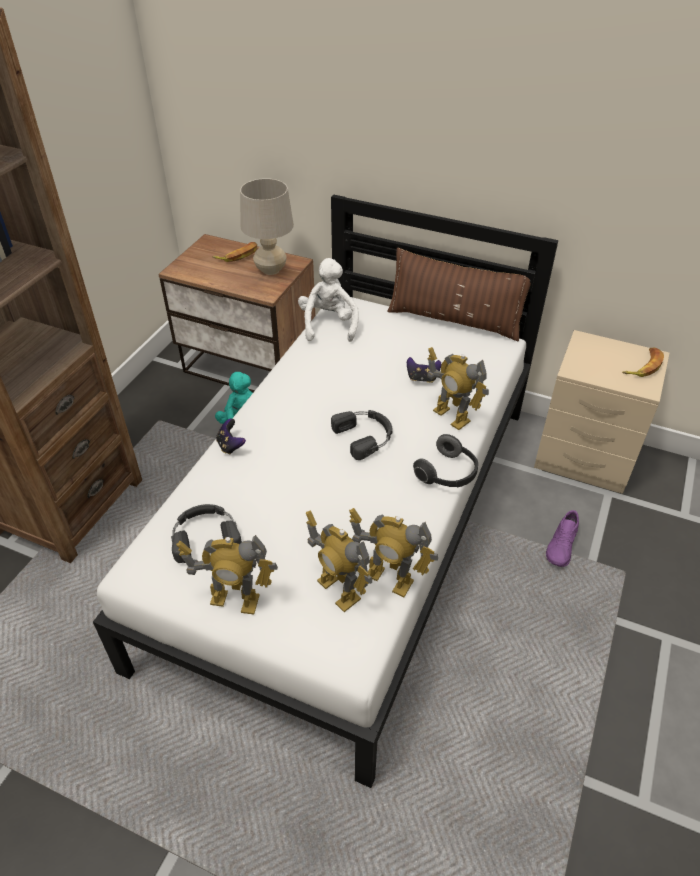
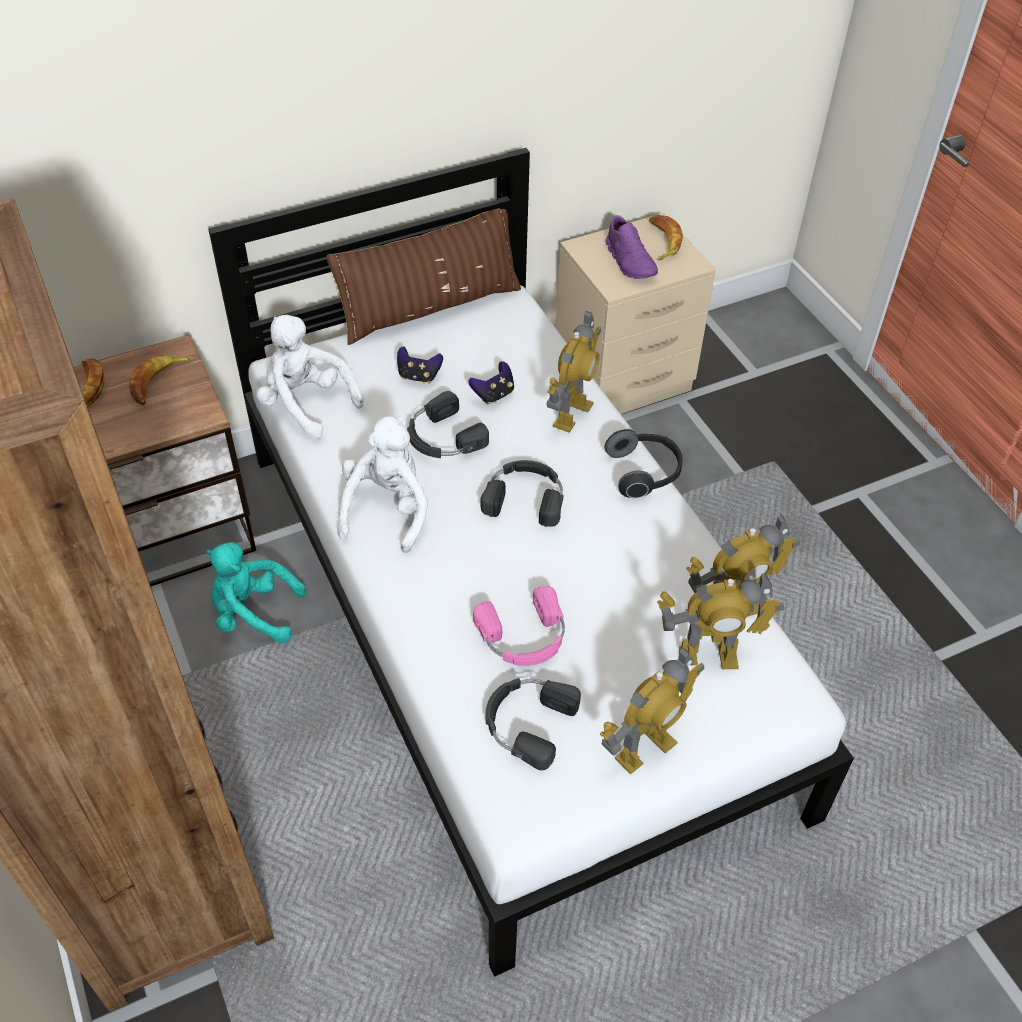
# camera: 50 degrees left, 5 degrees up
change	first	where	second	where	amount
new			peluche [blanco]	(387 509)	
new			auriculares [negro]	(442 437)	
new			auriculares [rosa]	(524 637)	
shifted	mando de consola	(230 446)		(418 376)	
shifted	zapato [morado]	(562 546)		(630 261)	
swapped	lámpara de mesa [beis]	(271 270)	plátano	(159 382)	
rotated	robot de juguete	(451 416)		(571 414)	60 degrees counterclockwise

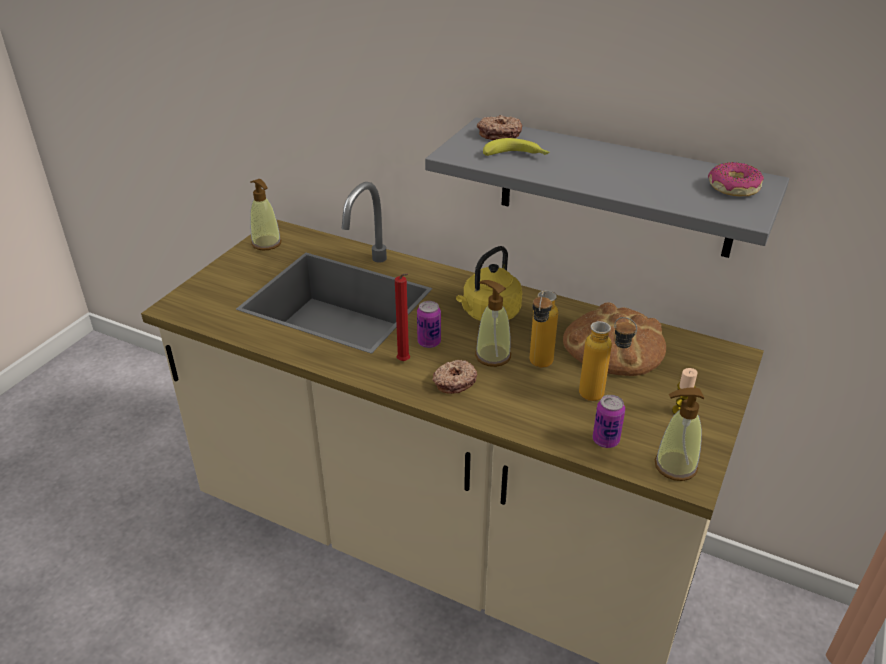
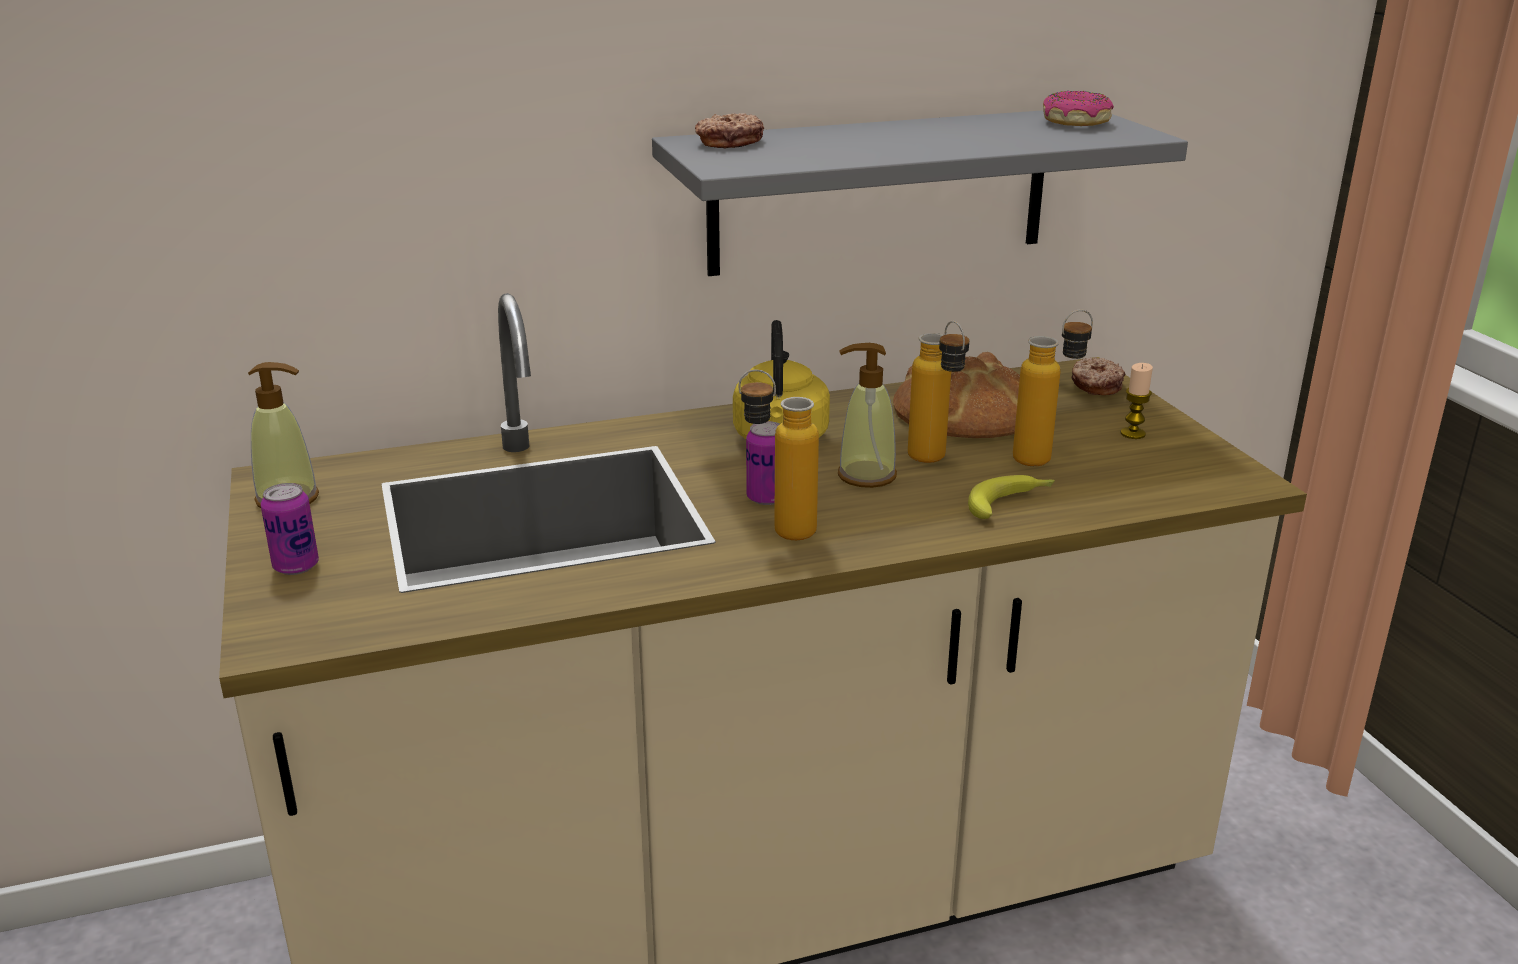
# camera: 45 degrees left, 10 degrees down
change	first	where	second	where	amount
gone	dispensador de jabón	(675 466)			
shifted	rosquilla	(454 381)		(1095 385)	
shifted	plátano	(516 156)		(1011 504)	
shifted	lata	(605 440)		(296 566)	
swapped	vela [rojo]	(404 362)	botella	(777 530)	

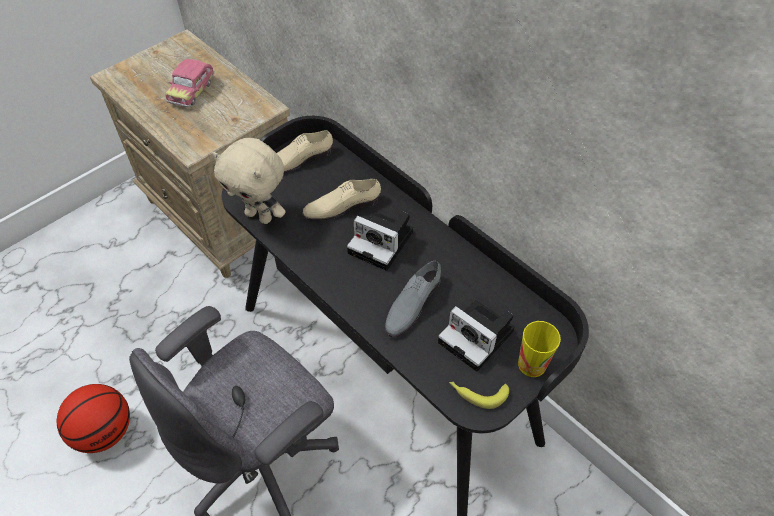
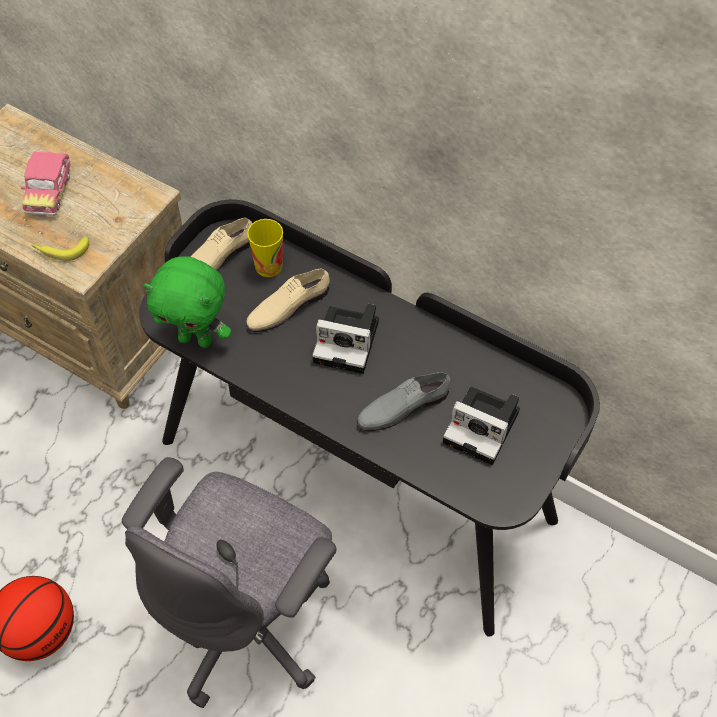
# camera: 15 degrees left, 5 degrees up
change	first	where	second	where	amount
shifted	plátano	(477 393)		(61 250)	
shifted	taza	(532 364)		(268 266)	
repainted	peluche [beis]	(260 216)	peluche [verde]	(196 339)	
rotated	zapato [gris]	(412 304)		(402 406)	45 degrees clockwise

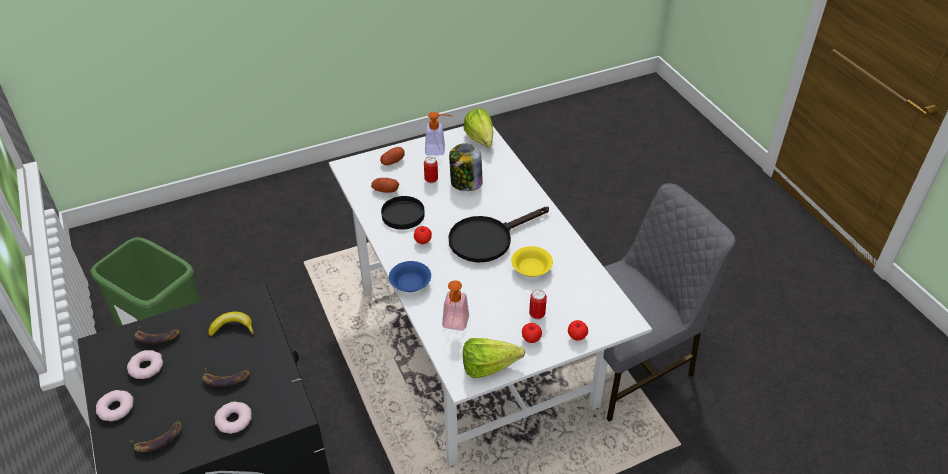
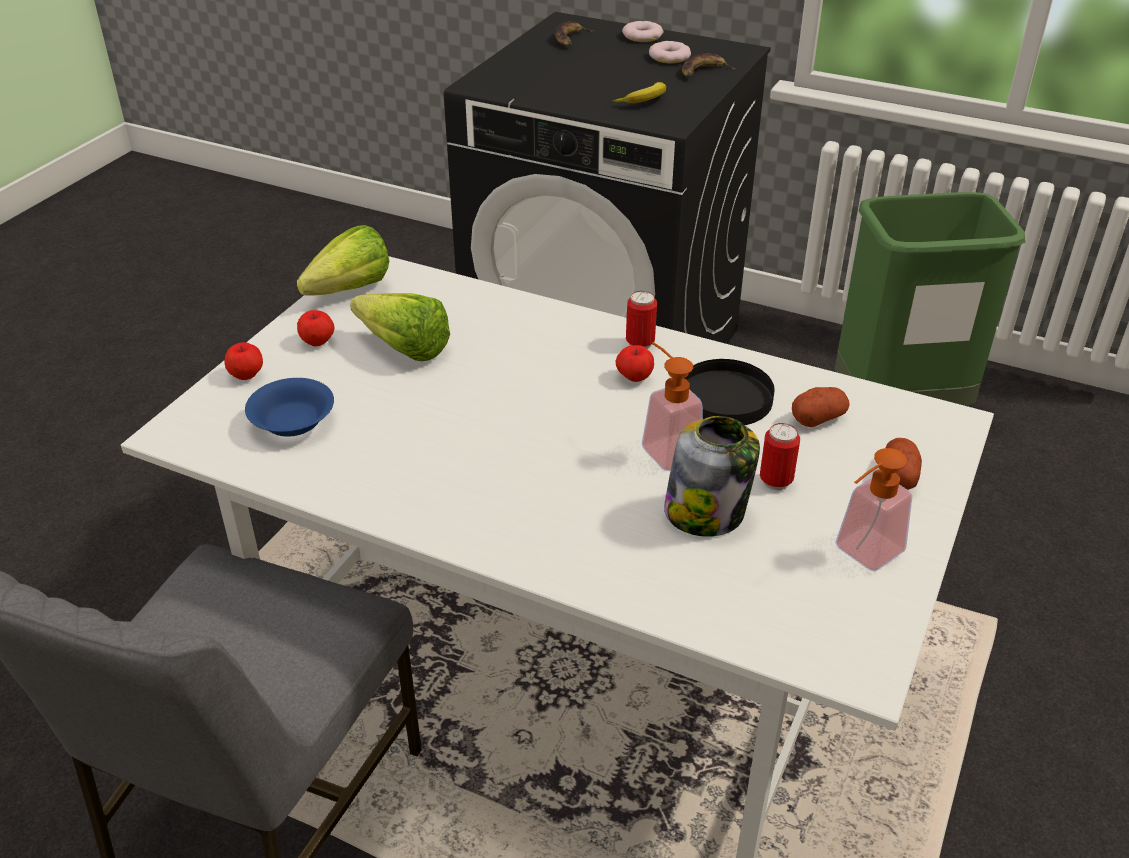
# camera: 140 degrees right, 5 degrees down
change	first	where	second	where	amount
gone	plátano	(226 378)			
gone	rosquilla	(233 420)			
gone	sartén [negro]	(487 239)			
gone	cuenco [amarillo]	(532 268)			
shifted	cuenco [azul]	(410 284)		(294 422)	
shifted	dispensador de jabón	(454 325)		(666 447)	
shifted	lechuga	(481 142)		(399 345)	
shifted	lata	(537 315)		(640 343)	

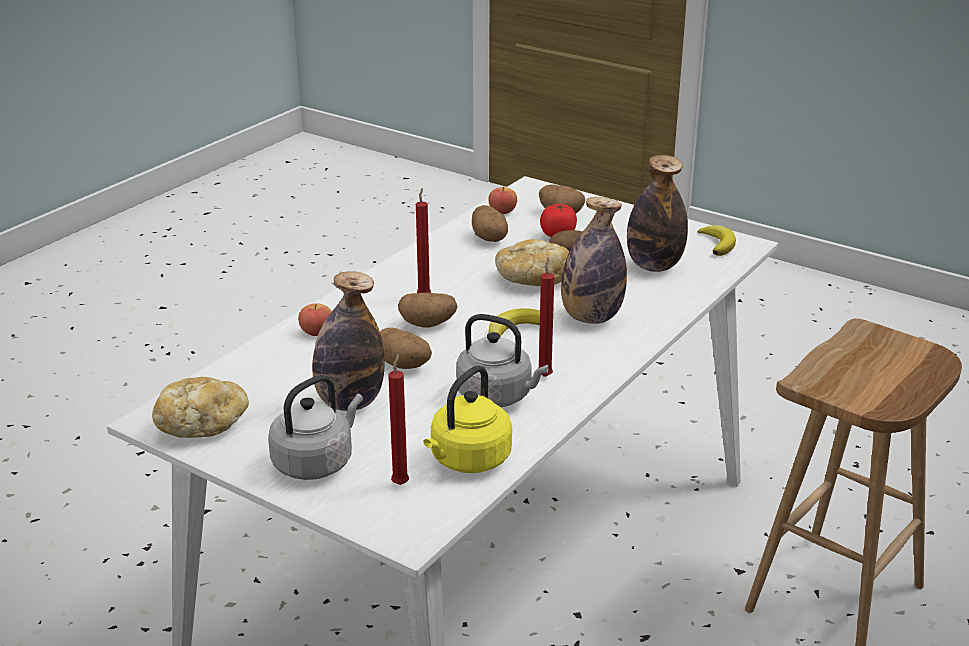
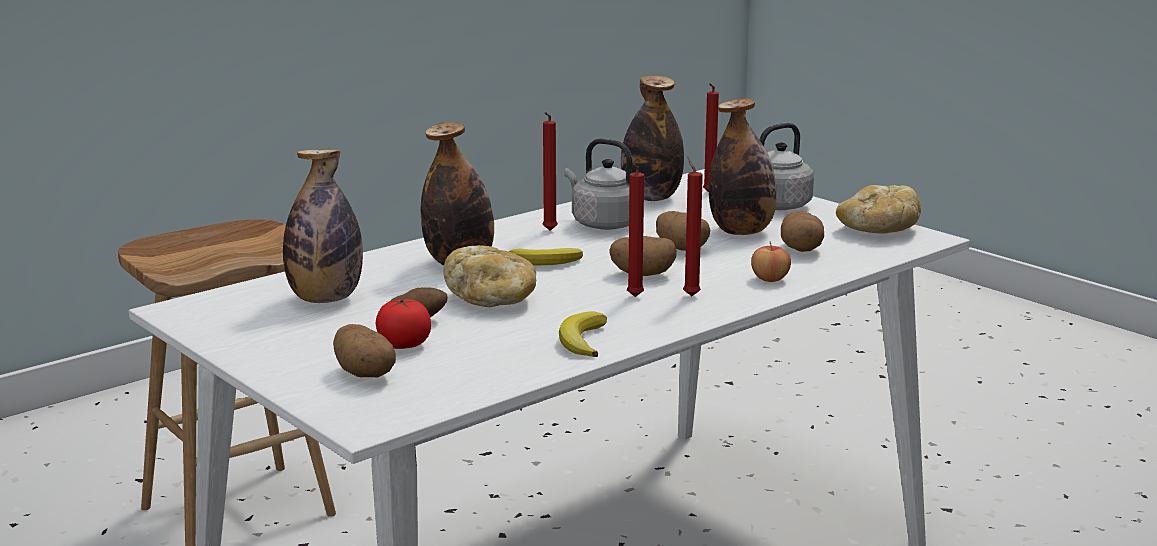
# camera: 165 degrees left, 10 degrees down
change	first	where	second	where	amount
gone	manzana	(502 211)			
new			vela [rojo]	(690 295)	
shifted	patata	(490 239)		(800 249)	
shifted	plátano	(718 244)		(582 340)	
swapped	hervidor [amarillo]	(468 460)	botella	(651 197)	

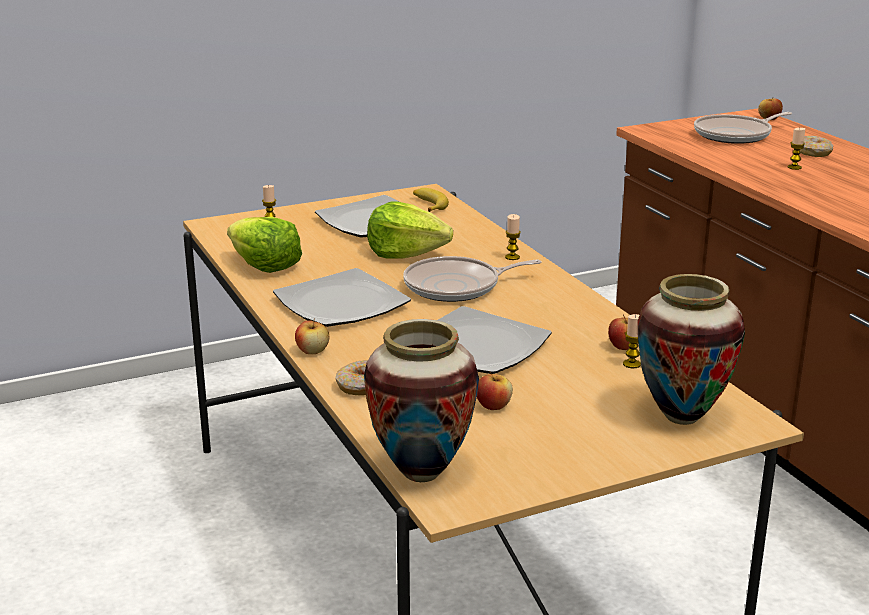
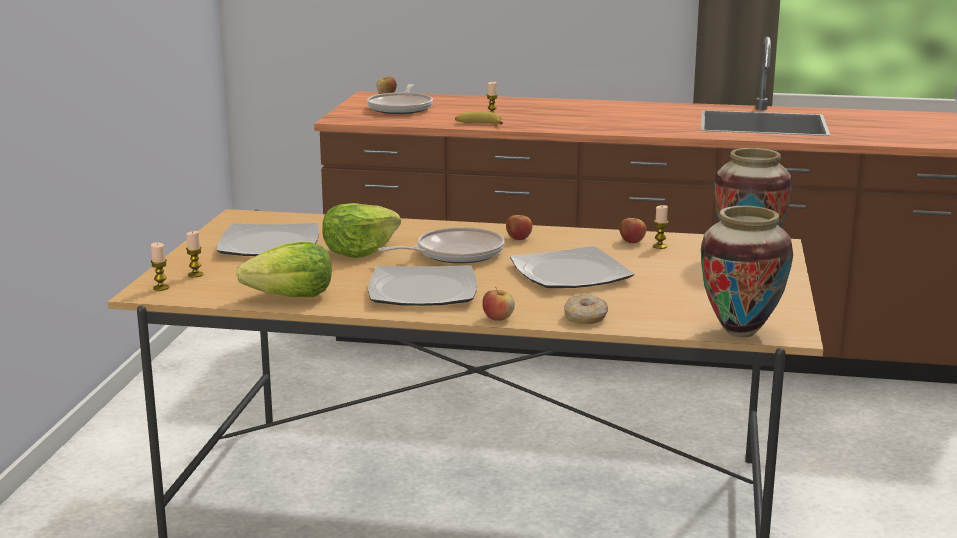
# camera: 55 degrees left, 5 degrees down
change	first	where	second	where	amount
gone	rosquilla	(814 153)			
shifted	plátano	(428 205)		(479 124)	
shifted	manzana	(493 406)		(518 238)	
shifted	vela	(512 257)		(161 288)	
rotated	sartén	(457 286)		(455 253)	135 degrees counterclockwise

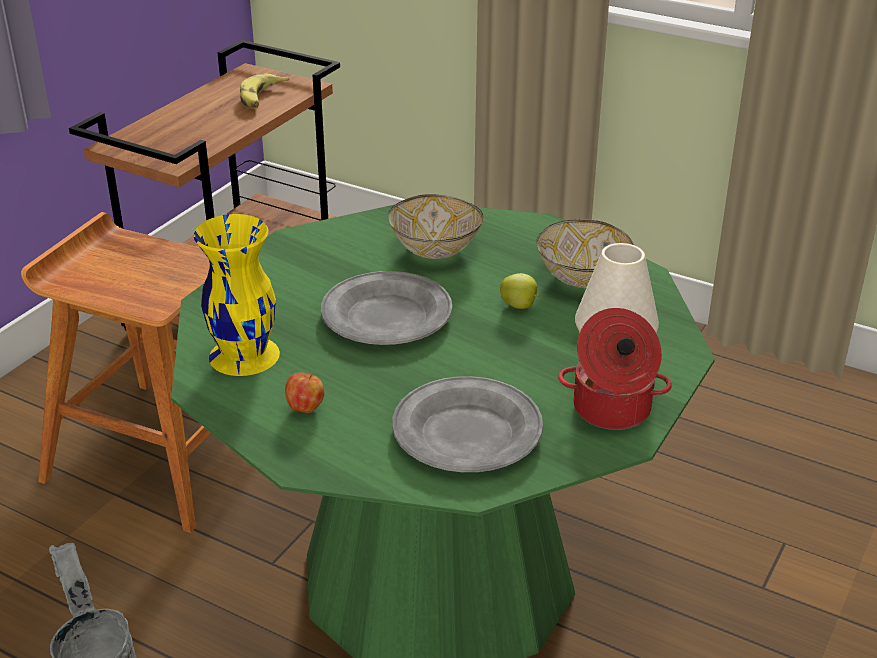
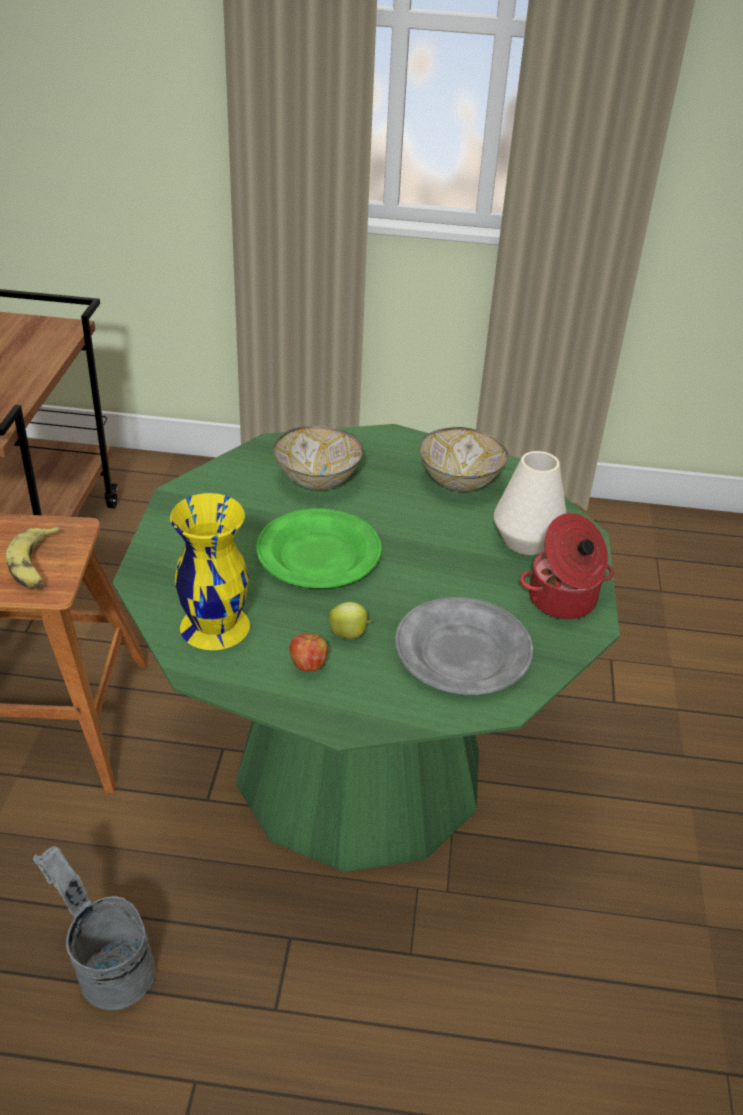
# camera: 25 degrees left, 5 degrees up
change	first	where	second	where	amount
shifted	plátano	(262 98)		(35 565)	
shifted	manzana	(520 306)		(349 634)	
repainted	plato [gris]	(387 315)	plato [verde]	(319 554)	

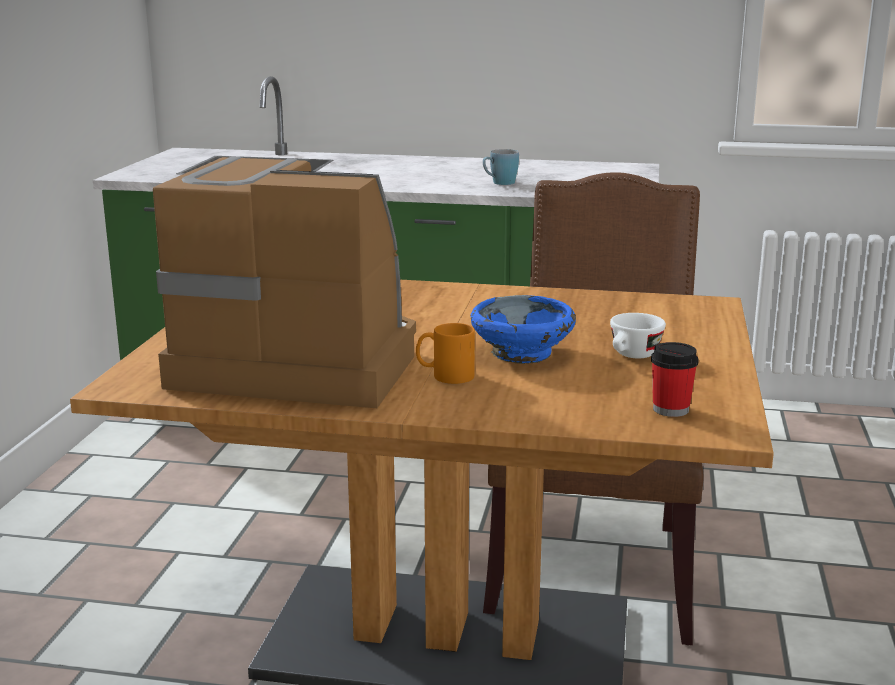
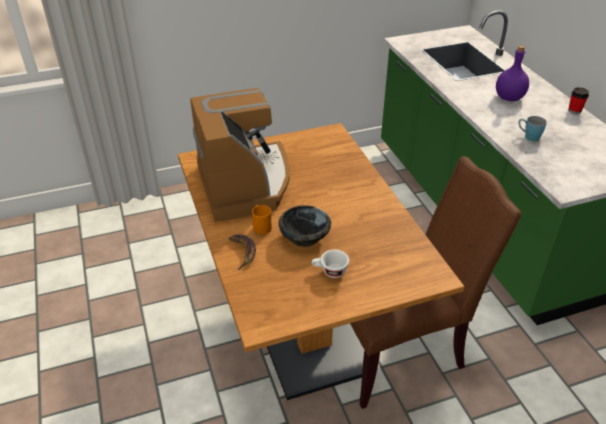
# camera: 60 degrees right, 20 degrees up
change	first	where	second	where	amount
new			plátano	(243 252)	
new			botella [morado]	(508 98)	
shifted	taza	(670 409)		(574 111)	
repainted	cuenco [azul]	(521 354)	cuenco [negro]	(304 237)	

